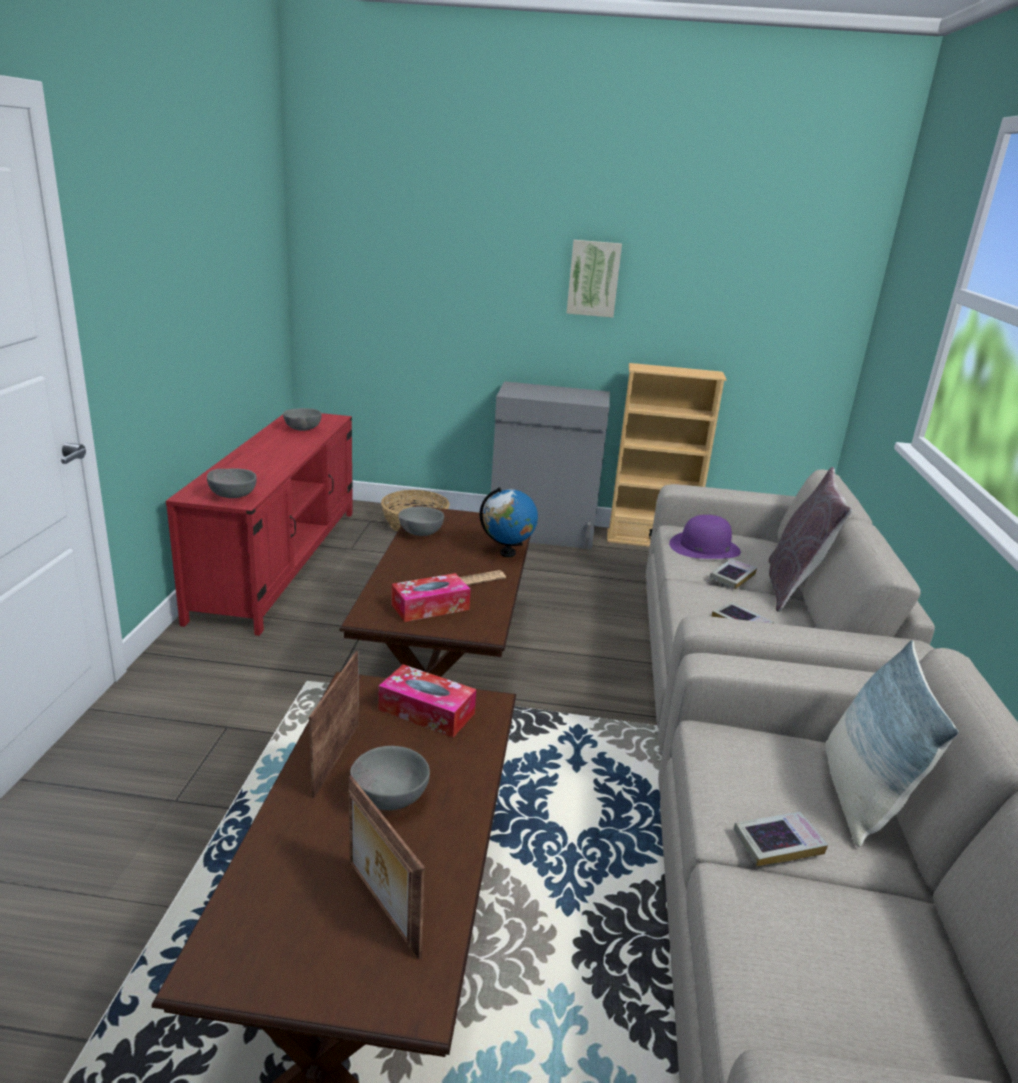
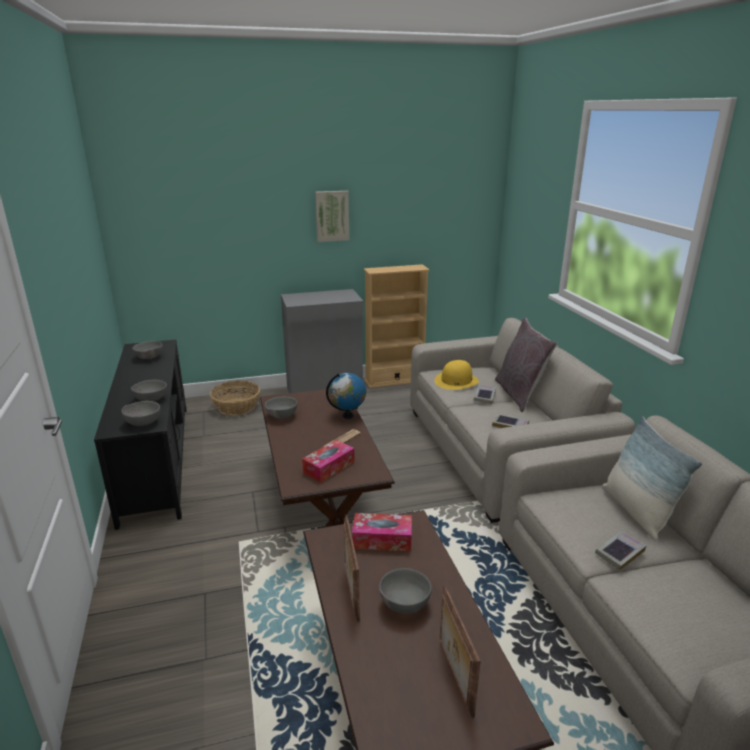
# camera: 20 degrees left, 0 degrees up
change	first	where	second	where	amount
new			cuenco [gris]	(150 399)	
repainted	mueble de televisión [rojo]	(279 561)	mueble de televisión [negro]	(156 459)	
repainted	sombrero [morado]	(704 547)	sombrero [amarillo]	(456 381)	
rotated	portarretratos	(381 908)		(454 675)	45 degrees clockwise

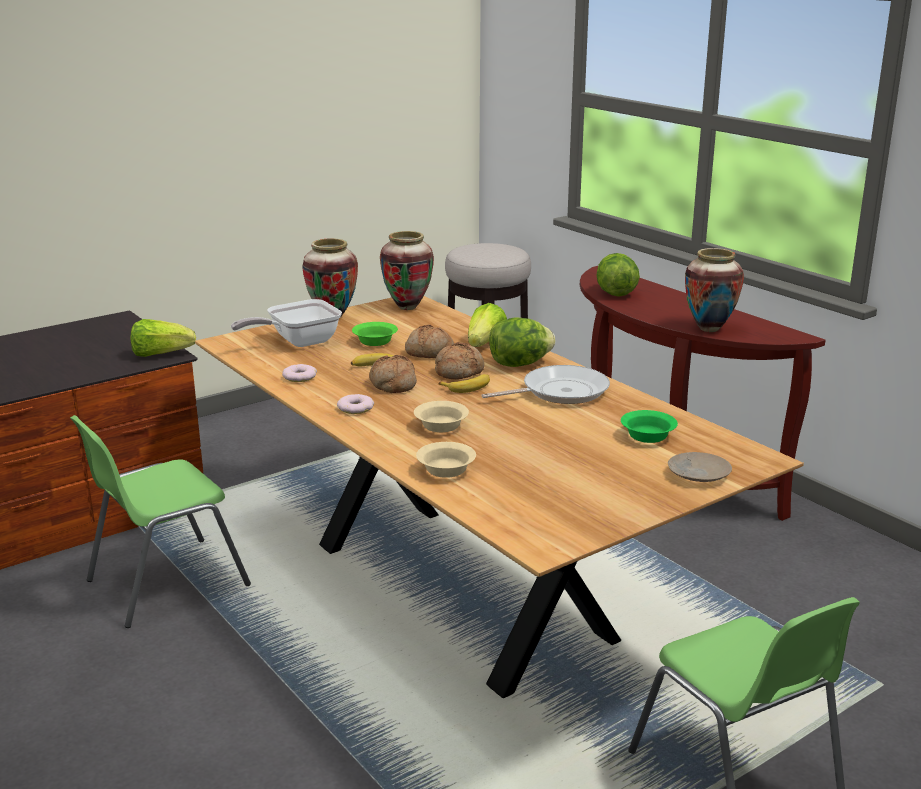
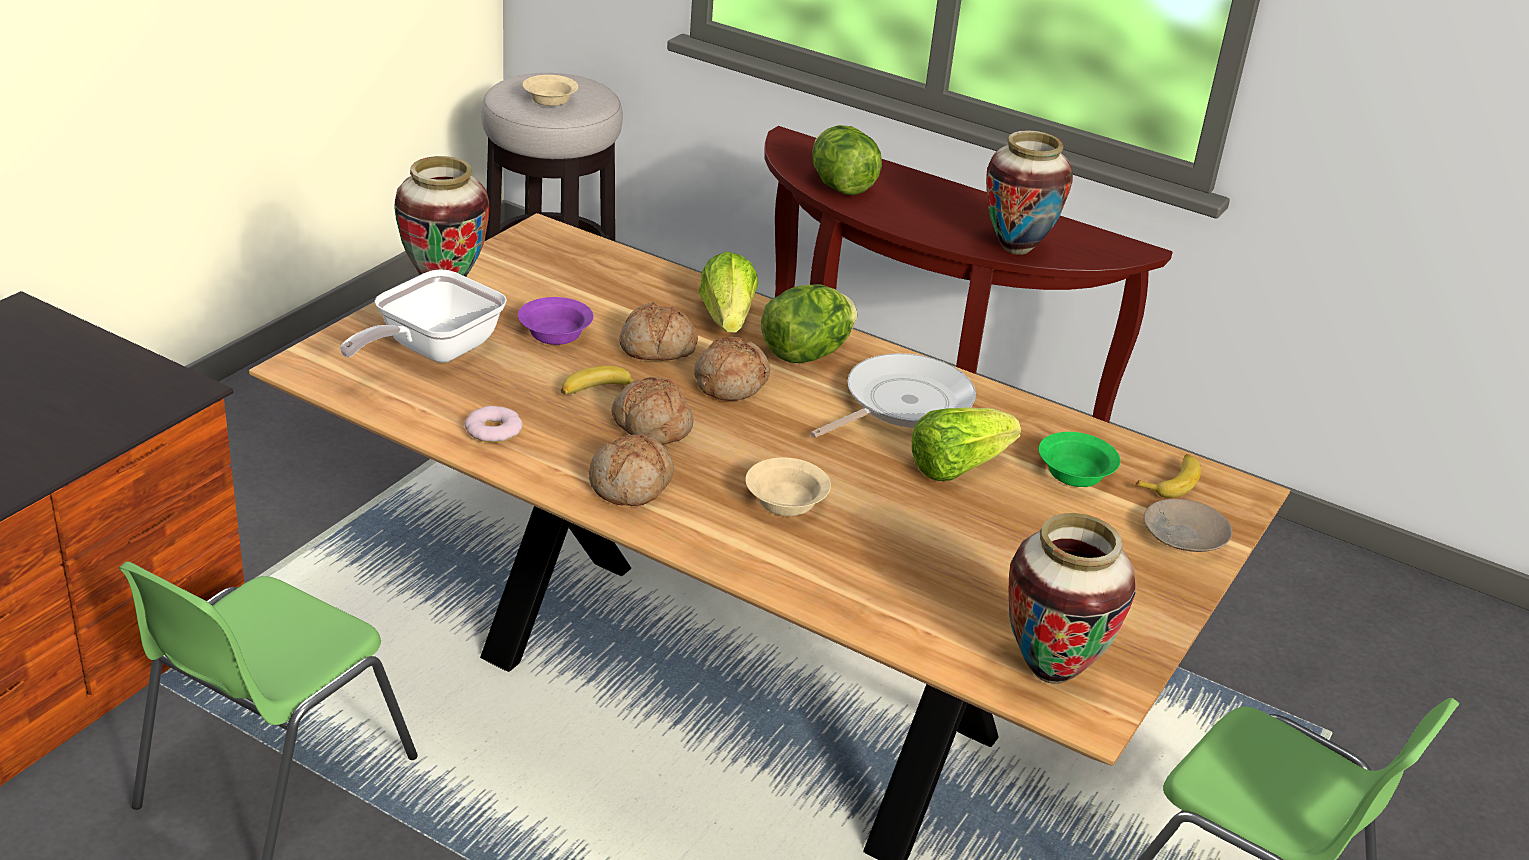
# camera: 25 degrees left, 10 degrees up
change	first	where	second	where	amount
shifted	lechuga	(160 354)		(957 466)	
shifted	florero	(407 307)		(1051 670)	
shifted	cuenco [beis]	(444 470)		(549 100)	
shifted	plátano	(468 387)		(1171 482)	
swapped	rosquilla	(355 408)	pan	(632 485)	
repainted	cuenco [verde]	(375 341)	cuenco [morado]	(555 333)	

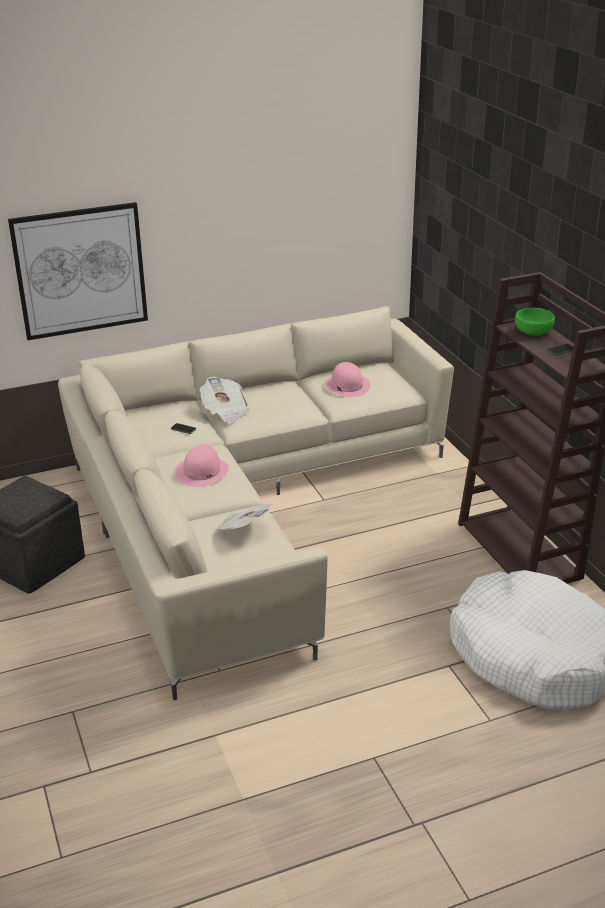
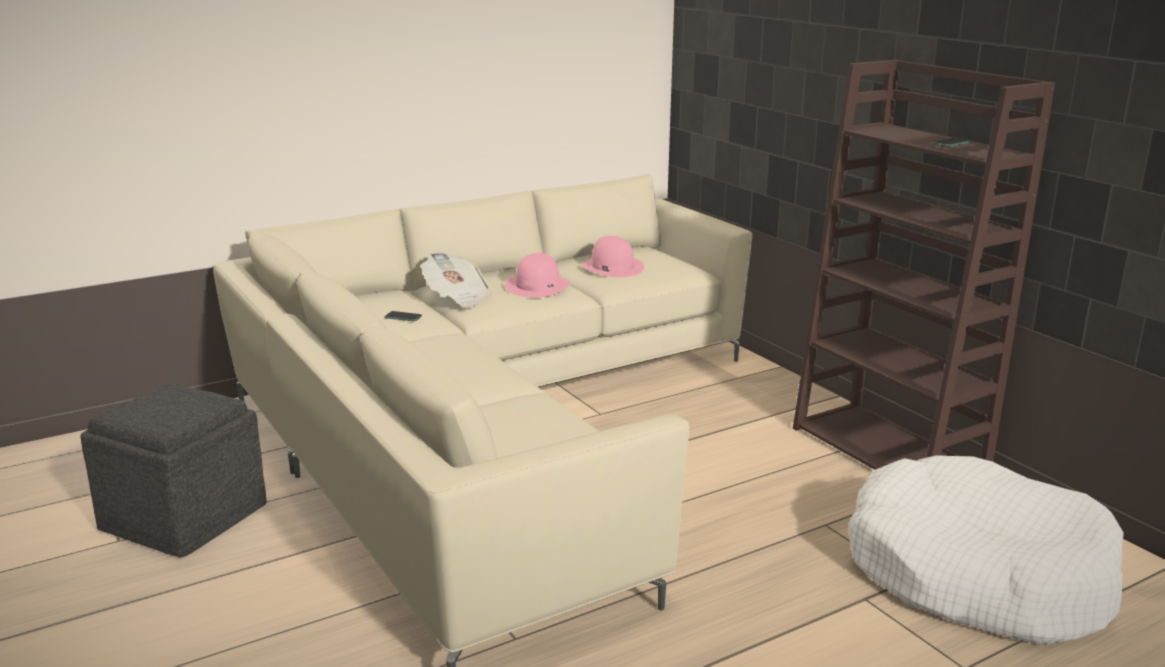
# camera: 10 degrees left, 10 degrees down
change	first	where	second	where	amount
gone	cuadro	(80 271)			
gone	periódico	(243 530)			
gone	cuenco [verde]	(533 331)			
shifted	sombrero [rosa]	(202 472)		(537 286)	

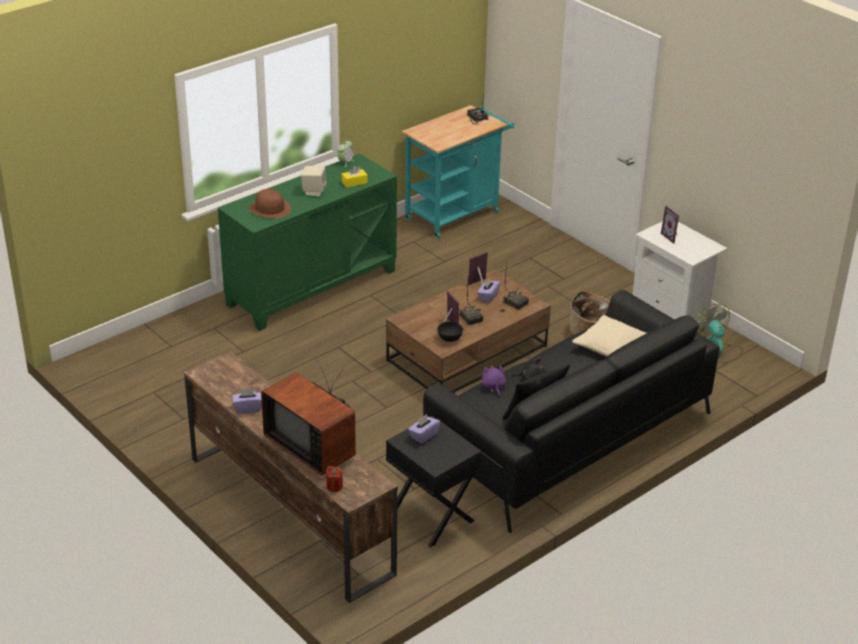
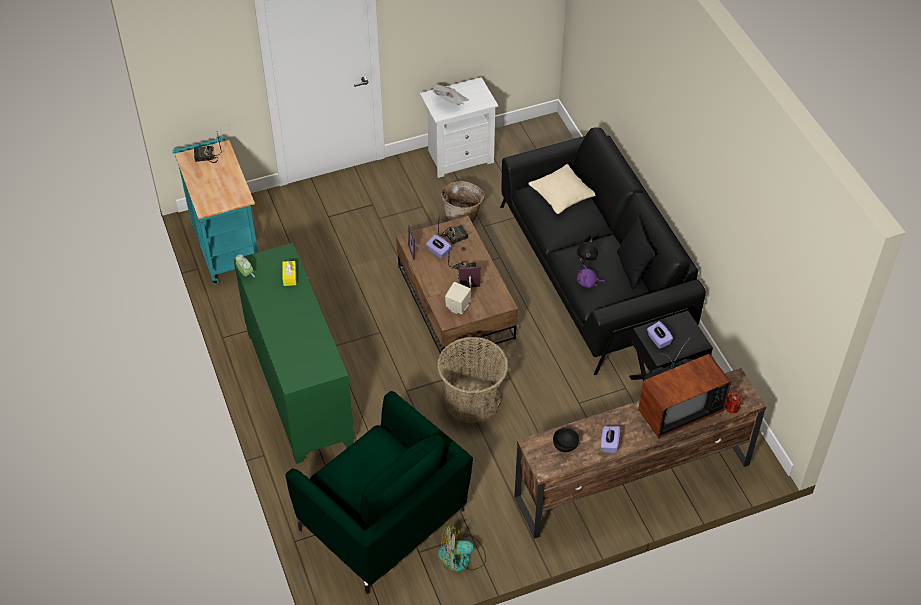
# camera: 70 degrees left, 15 degrees up
change	first	where	second	where	amount
gone	sombrero [marrón]	(270 208)			
new			sillón [verde]	(383 522)	
new			cesta	(472 399)	
shifted	altavoz [beis]	(314 191)		(457 306)	
shifted	cuenco [negro]	(450 339)		(565 446)	
shifted	ventilador	(716 350)		(461 558)	
swapped	portarretratos	(672 237)	periódico	(450 102)	

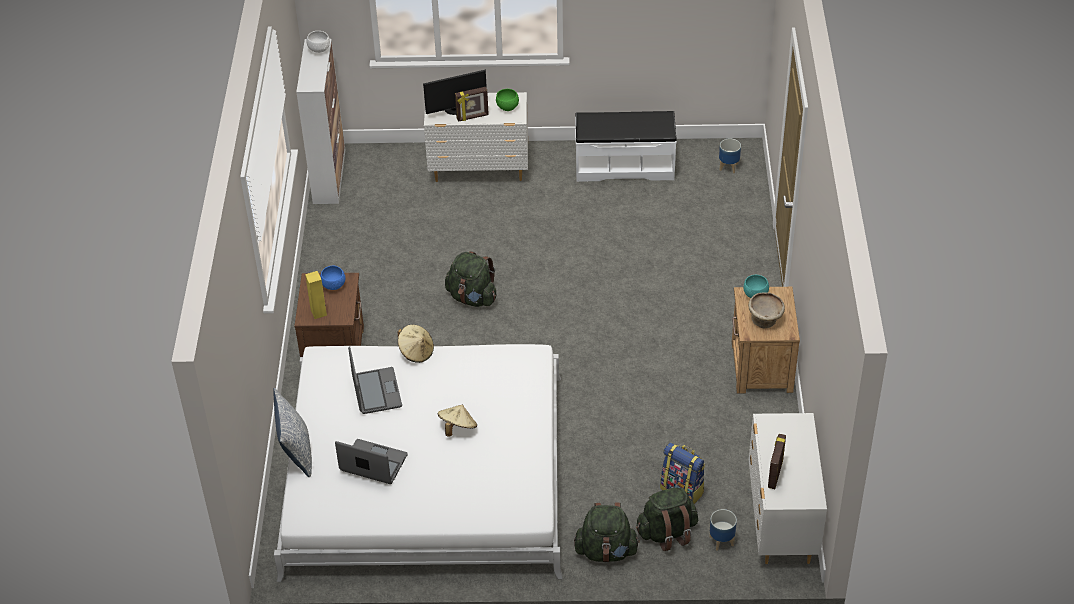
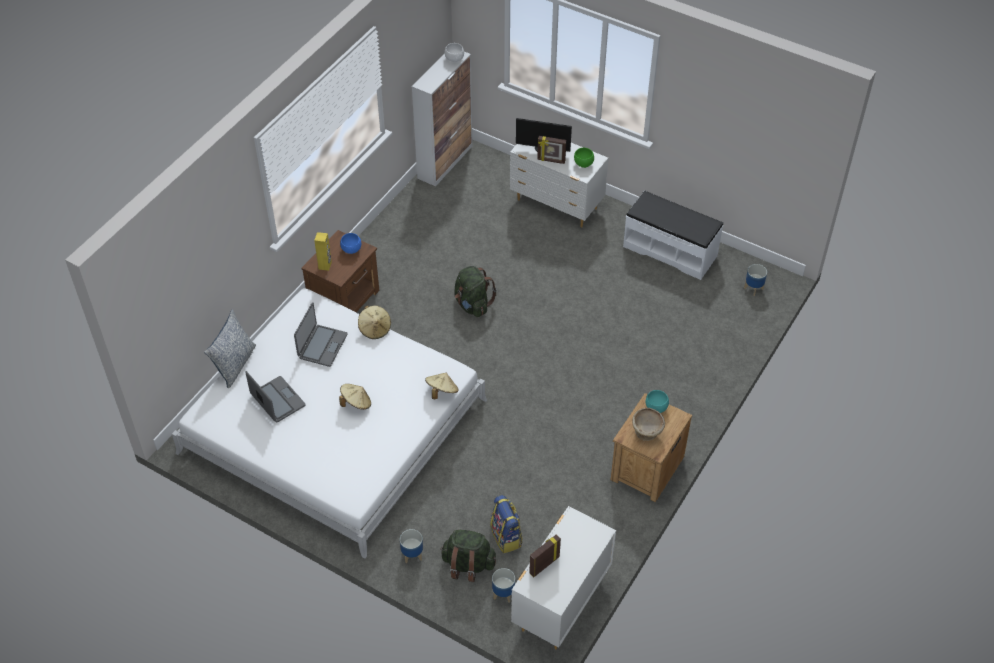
# camera: 30 degrees right, 5 degrees up
change	first	where	second	where	amount
new			sombrero [beis]	(442 391)	
swapped	mochila [verde]	(606 551)	maceta	(412 554)	

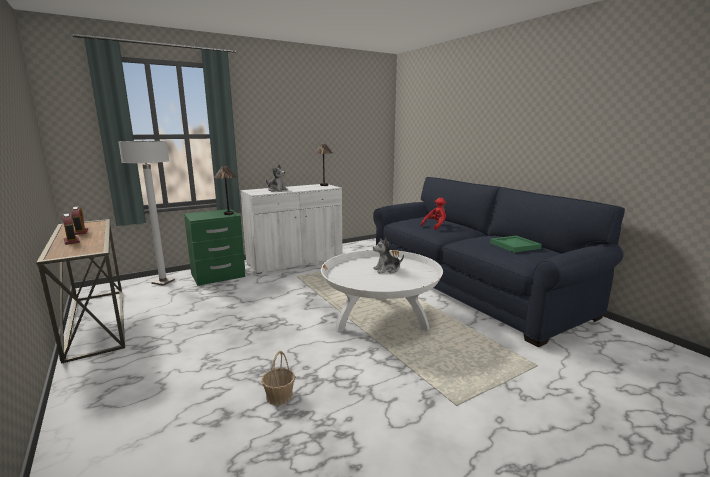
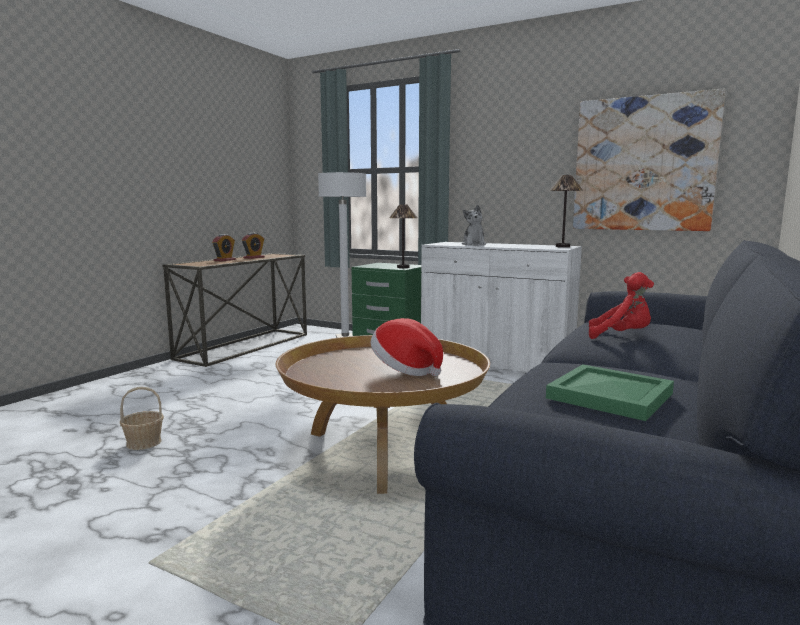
# camera: 60 degrees right, 5 degrees down
change	first	where	second	where	amount
new			cuadro	(643 164)	
swapped	peluche	(387 270)	sombrero	(405 369)	
repainted	mesa de centro [blanco]	(380 318)	mesa de centro [marrón]	(383 450)	

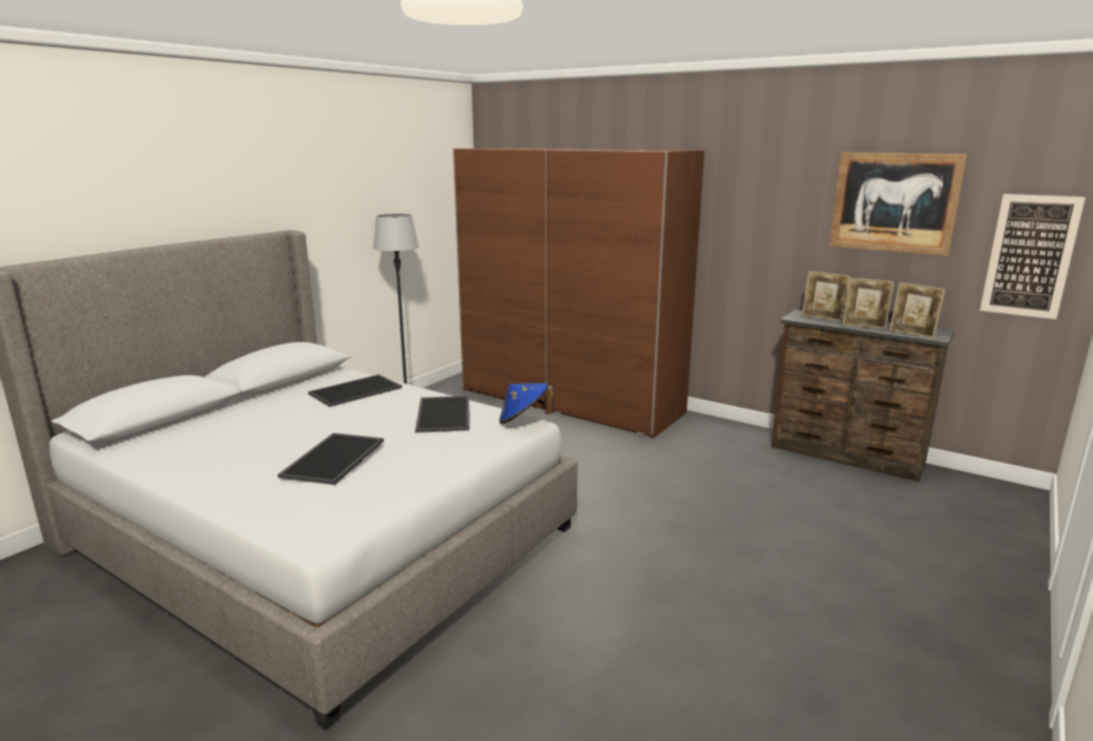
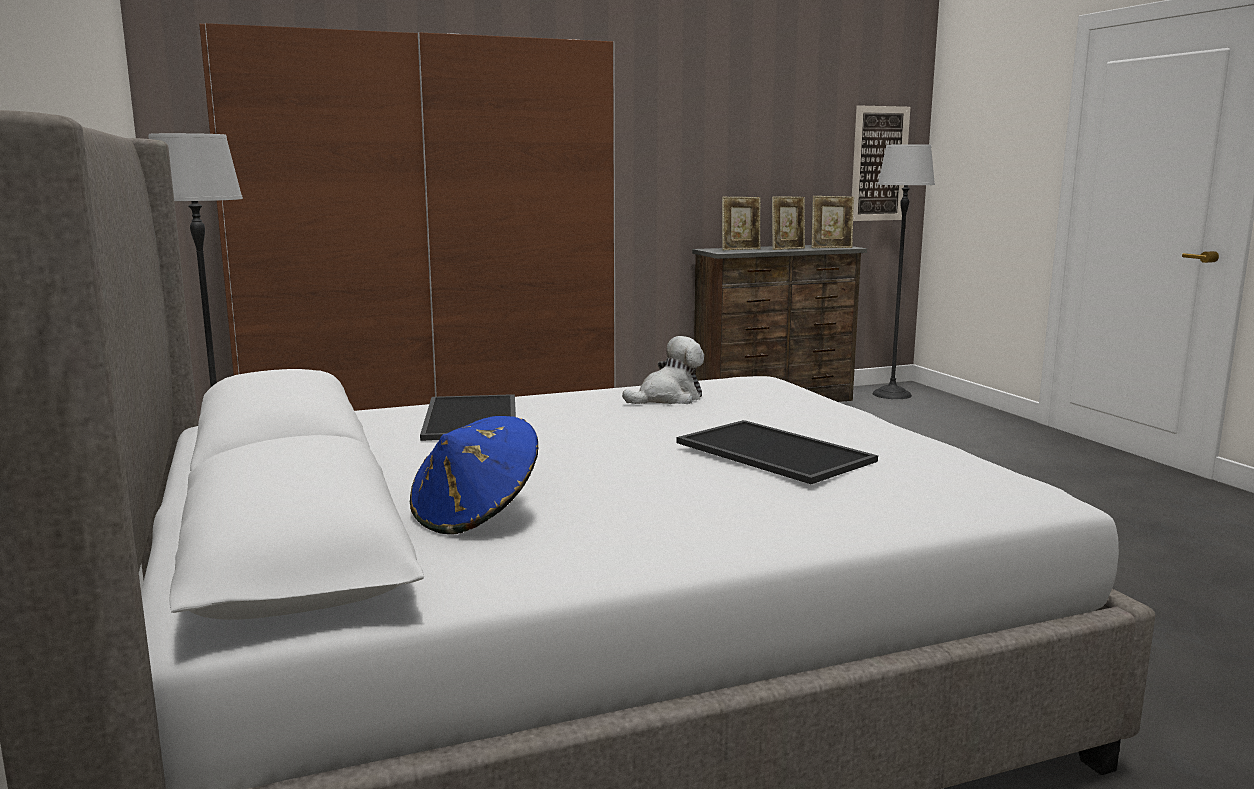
# camera: 55 degrees left, 5 degrees down
change	first	where	second	where	amount
gone	cuadro	(894 202)			
new			lámpara de pie	(892 394)	
shifted	sombrero [azul]	(524 421)		(476 515)	
swapped	bandeja	(442 414)	peluche	(668 398)	

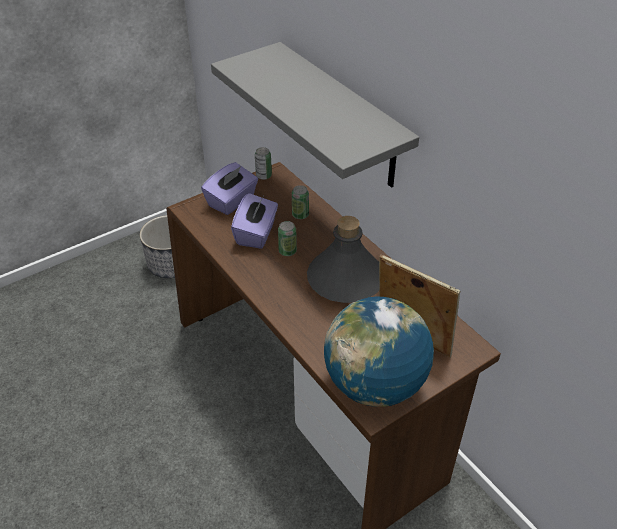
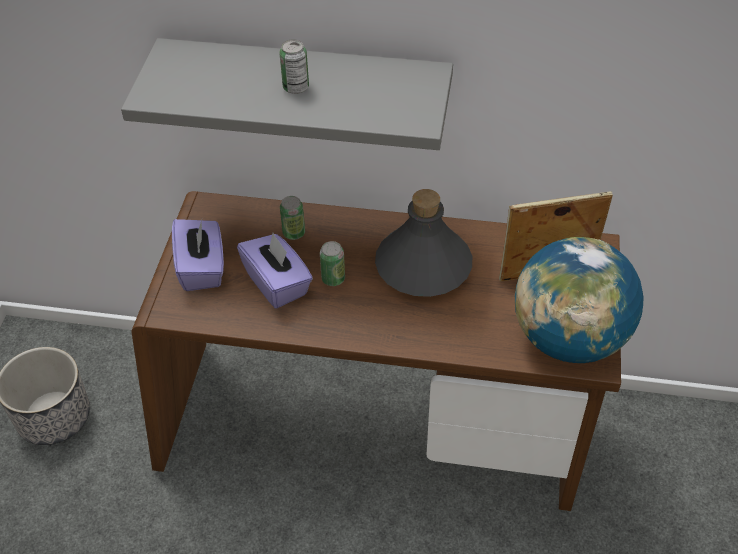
# camera: 45 degrees left, 5 degrees up
change	first	where	second	where	amount
shifted	lata	(263 176)		(296 87)	

